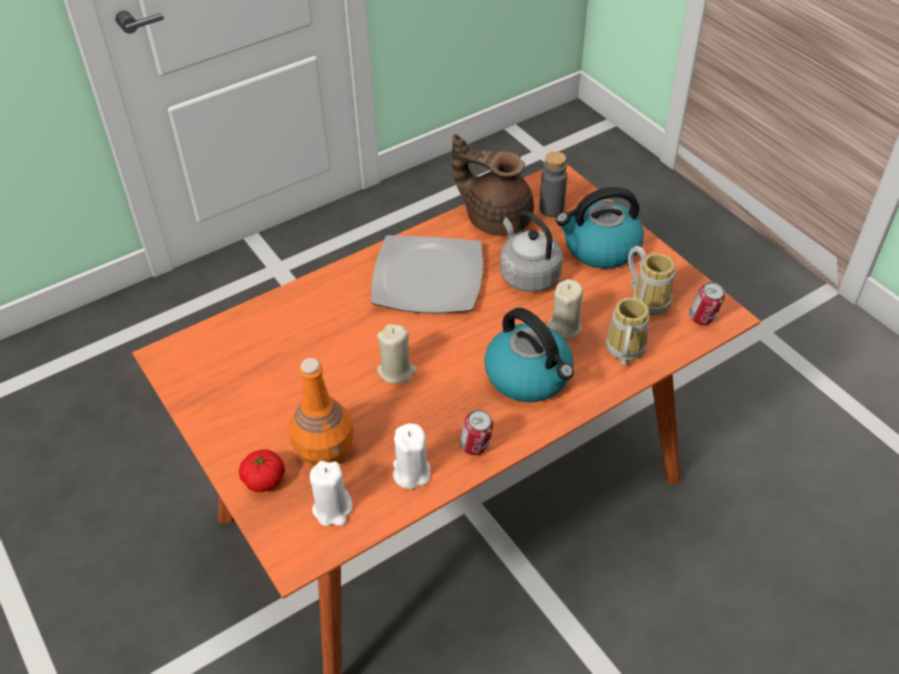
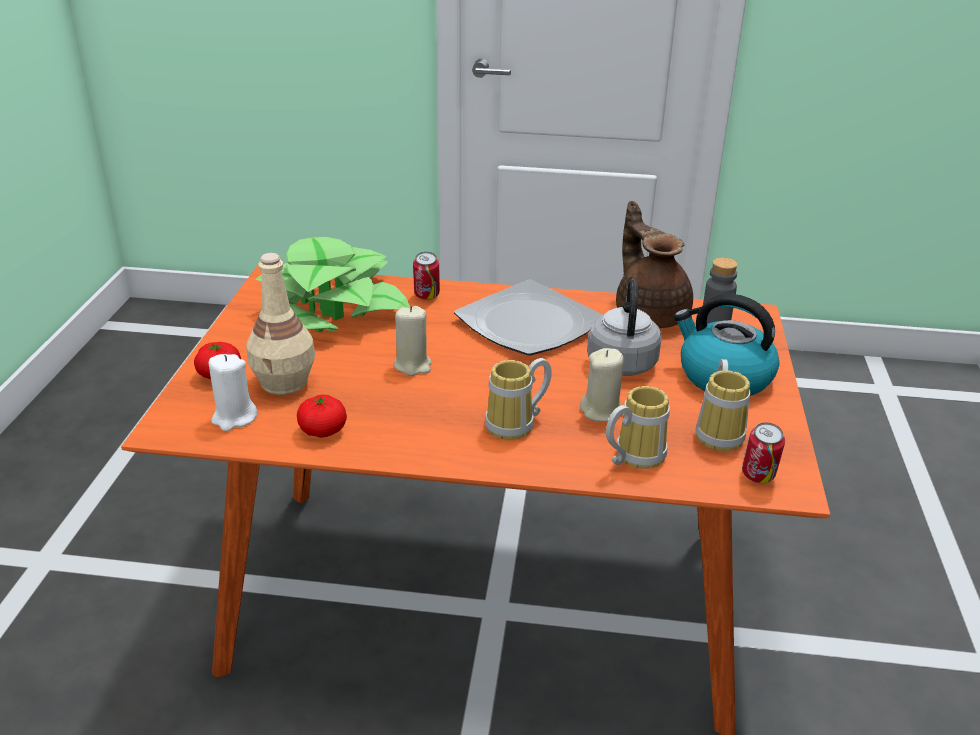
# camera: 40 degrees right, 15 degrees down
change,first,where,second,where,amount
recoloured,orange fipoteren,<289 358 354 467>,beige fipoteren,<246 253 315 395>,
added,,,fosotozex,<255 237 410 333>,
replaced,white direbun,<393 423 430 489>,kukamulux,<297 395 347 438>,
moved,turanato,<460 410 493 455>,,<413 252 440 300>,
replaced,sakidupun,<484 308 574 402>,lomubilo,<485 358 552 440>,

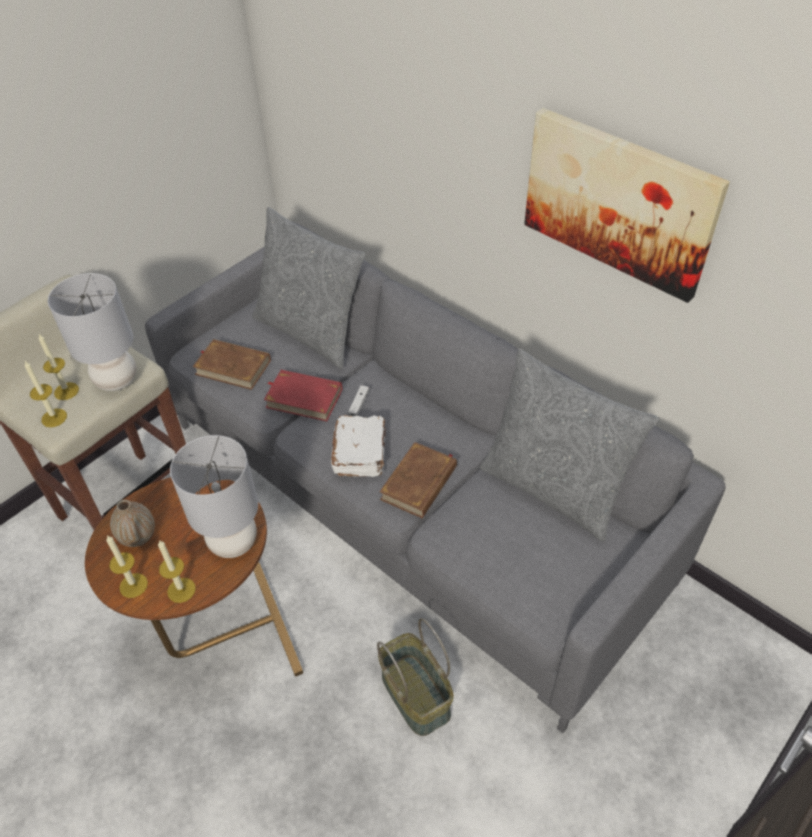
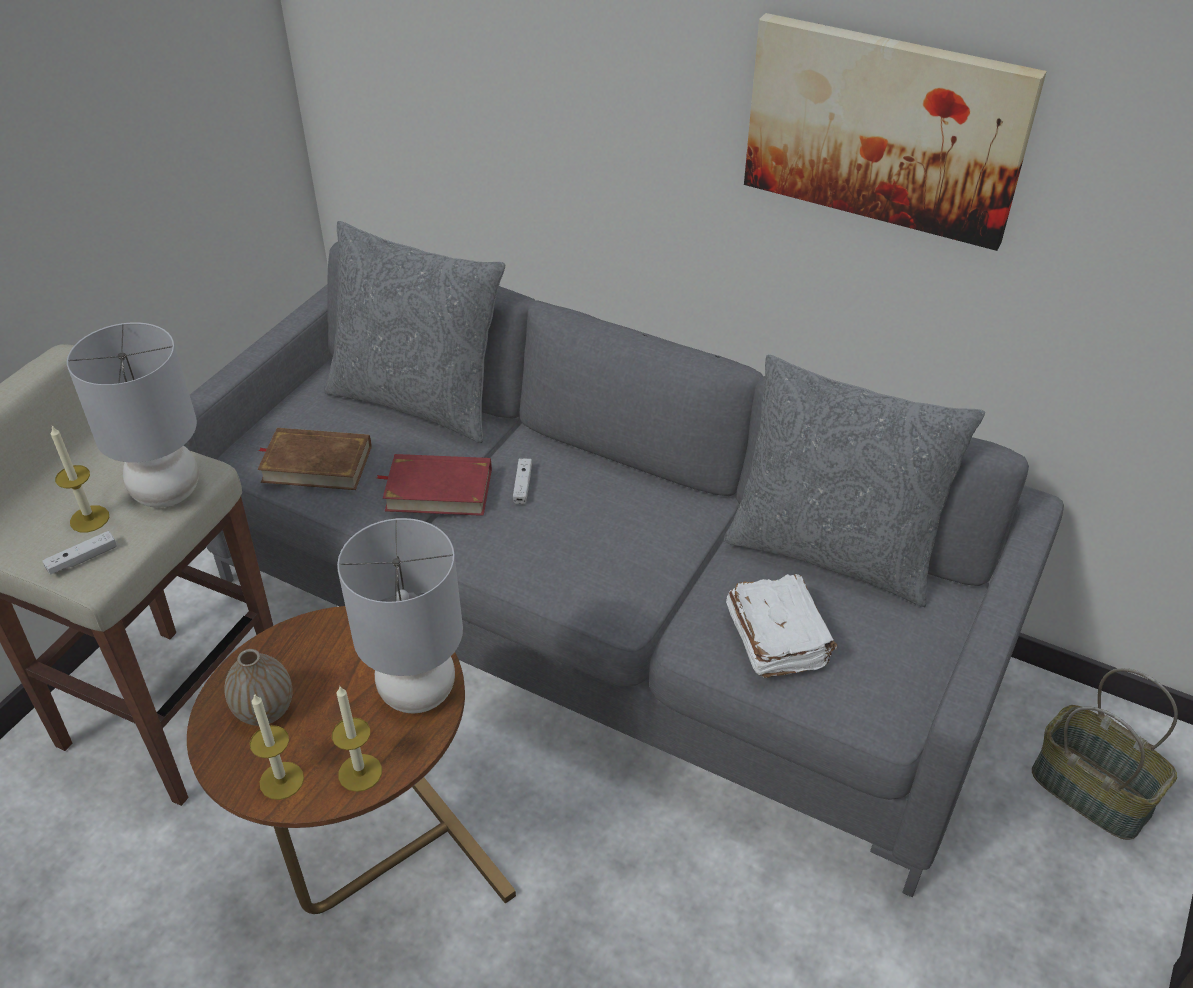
# camera: 15 degrees left, 5 degrees down
change,first,where,second,where,amount
replaced,direbun,<25 361 67 427>,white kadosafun,<42 531 117 575>,
moved,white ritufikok,<331 415 386 477>,,<726 574 837 678>,
moved,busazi,<377 618 454 736>,,<1032 668 1178 840>,
removed,brown ritufikok,<380 442 457 518>,,,

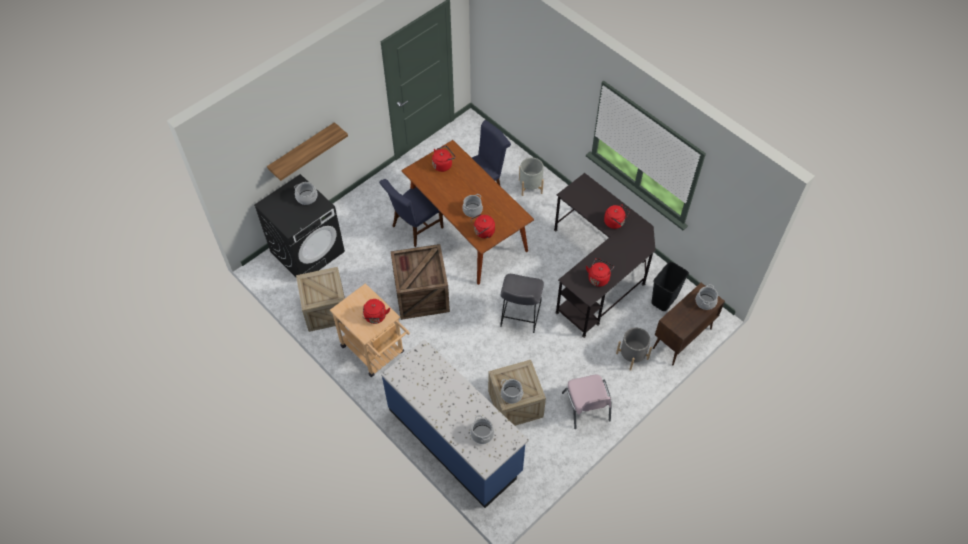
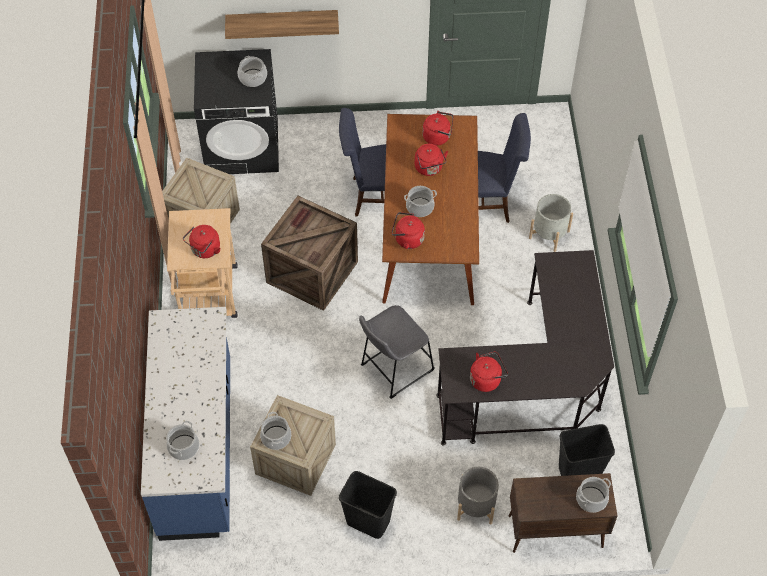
# camera: 40 degrees right, 0 degrees up
change,first,where,second,where,amount
replaced,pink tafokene,<562 375 612 429>,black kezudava,<339 471 397 539>,
moved,red sakidupun,<604 204 630 229>,,<415 144 448 176>,

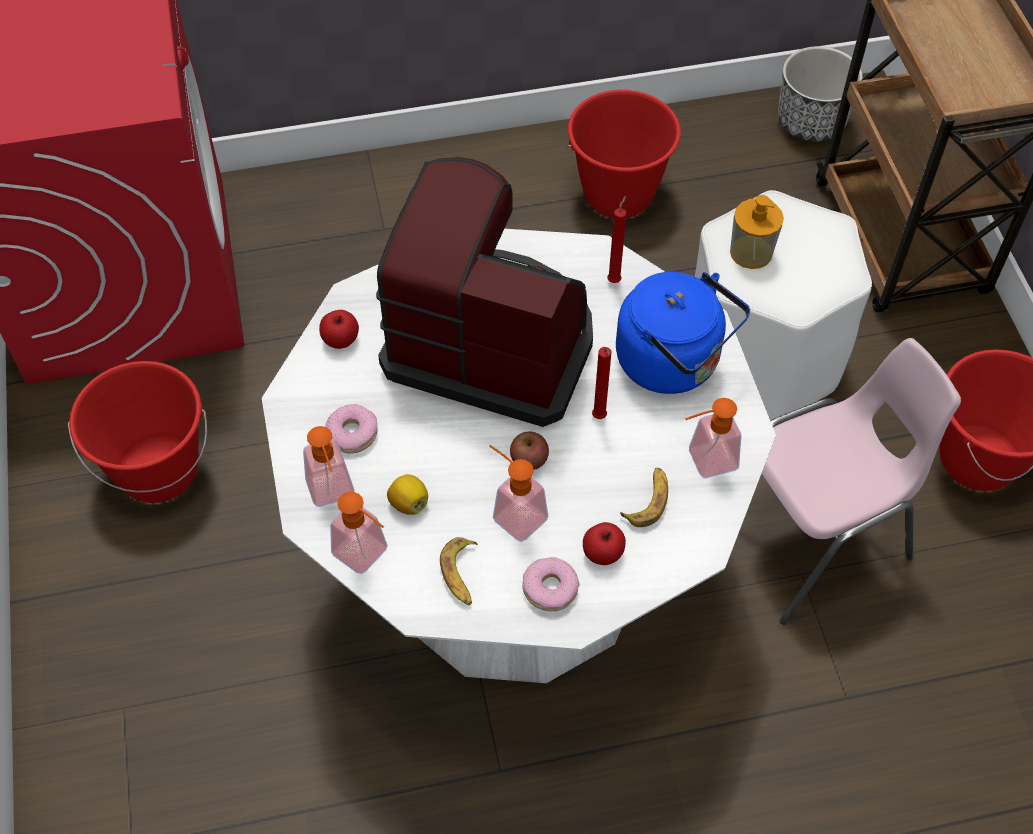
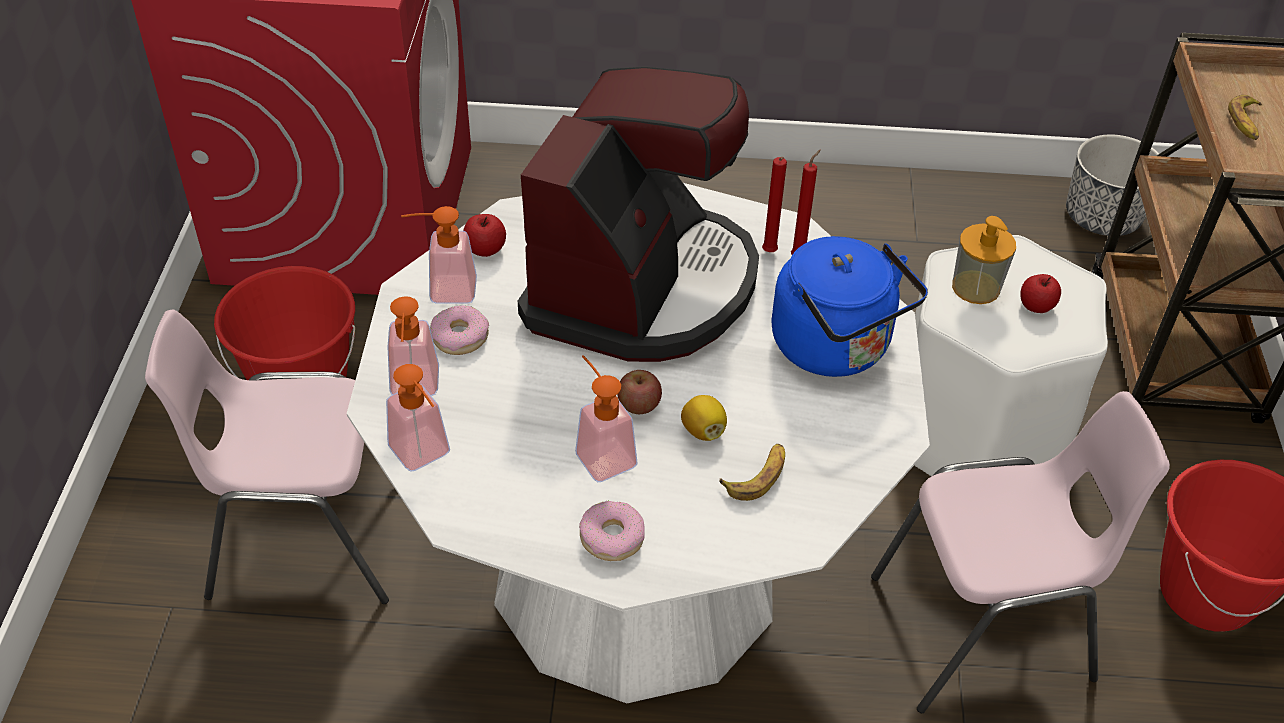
# camera: 15 degrees right, 10 degrees down
change,first,where,second,where,amount
added,,,pink tafokene,<145 309 389 604>,
moved,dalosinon,<685 398 741 478>,,<401 206 477 304>,
turned,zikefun,<376 157 593 427>,,<518 66 759 362>,75 degrees clockwise
moved,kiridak,<387 474 428 515>,,<681 395 727 441>,
moved,red direbun,<592 347 612 419>,,<762 157 787 252>,
moved,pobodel,<583 522 626 565>,,<1020 274 1061 313>,
moved,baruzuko,<440 537 478 605>,,<1228 95 1263 140>,
removed,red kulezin,<564 90 681 218>,,,

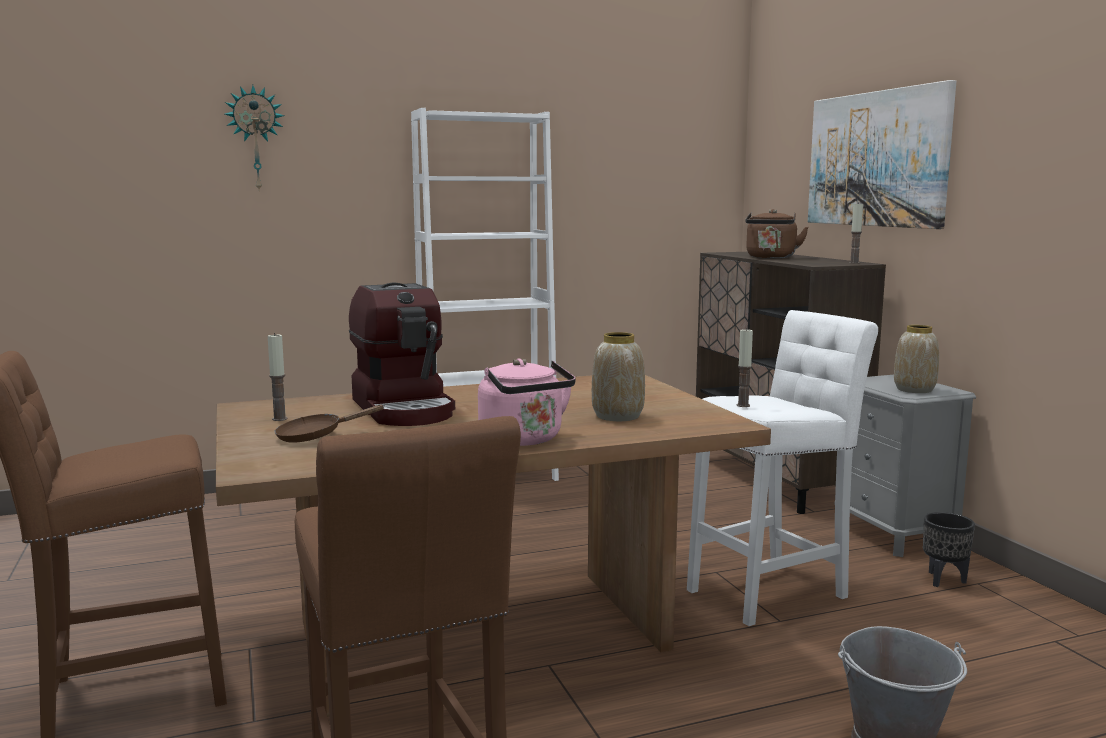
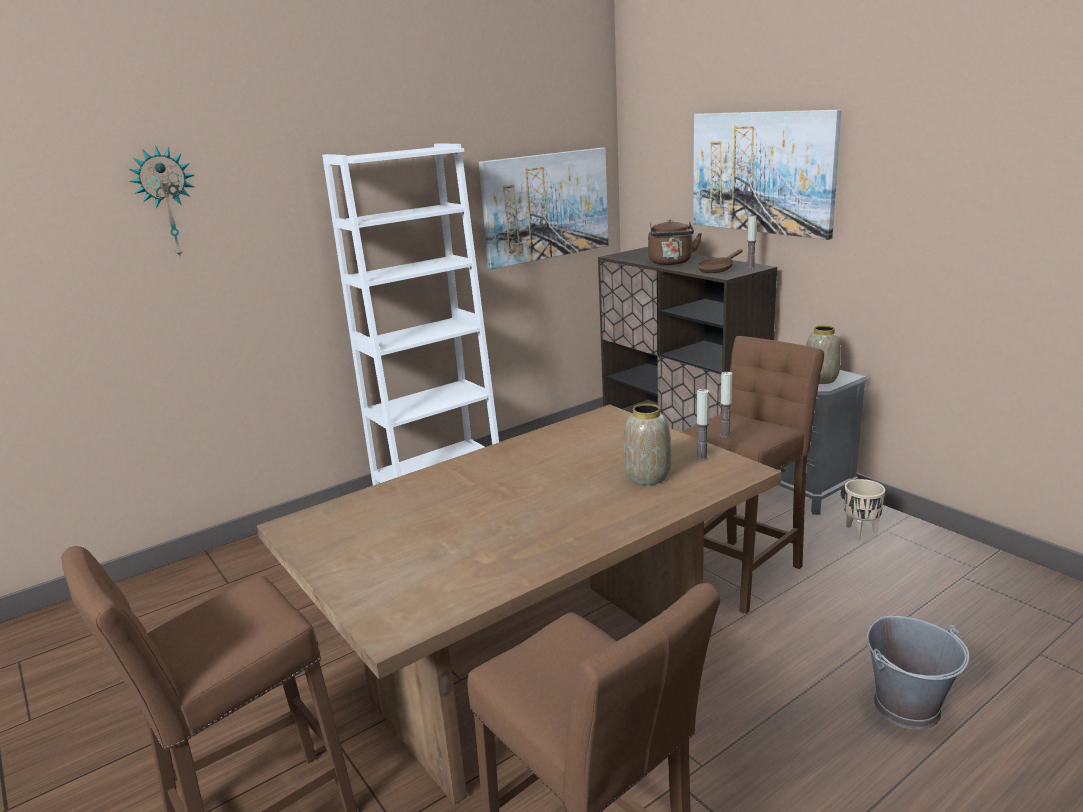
# camera: 15 degrees left, 10 degrees up
change,first,where,second,where,amount
added,,,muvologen,<479 148 608 269>,
recoloured,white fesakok,<687 310 878 626>,brown fesakok,<682 336 824 614>,
moved,direbun,<268 333 288 421>,,<696 389 709 461>,
moved,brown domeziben,<274 404 384 443>,,<697 249 742 273>,
recoloured,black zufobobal,<923 512 975 587>,beige zufobobal,<844 479 885 541>,
removed,zikefun,<349 283 455 426>,,,
removed,pink sakidupun,<478 358 576 446>,,,

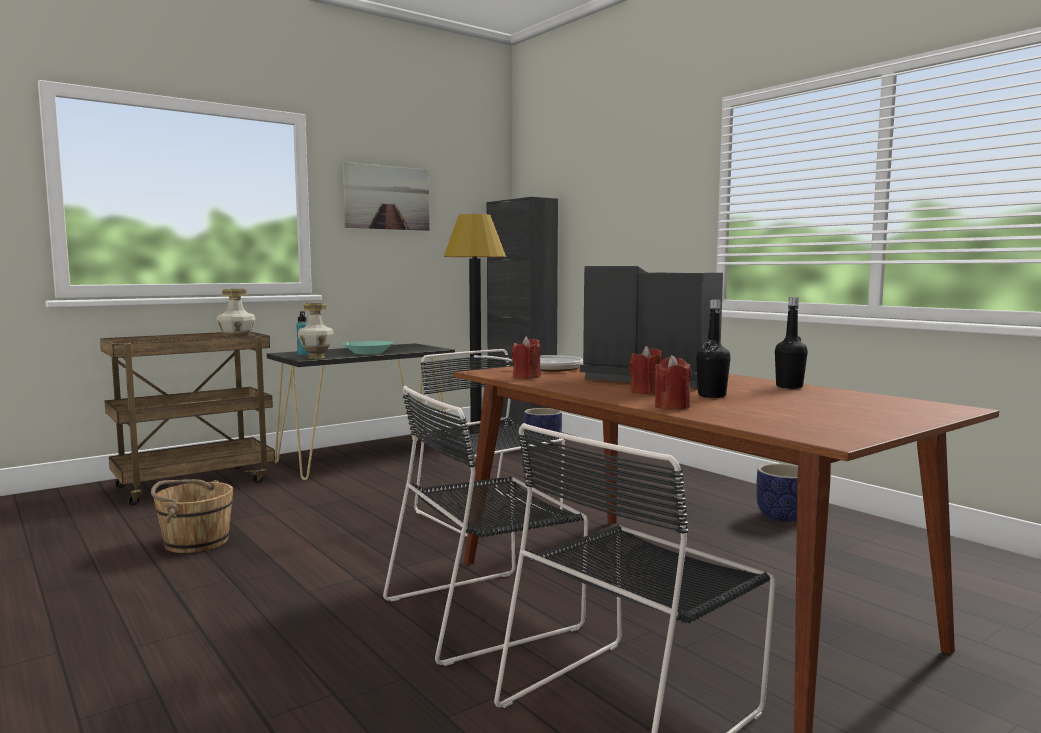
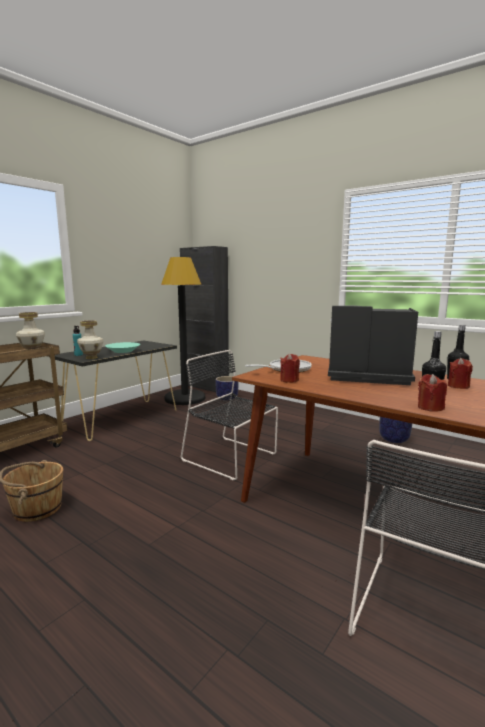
# camera: 15 degrees left, 5 degrees up
change,first,where,second,where,amount
moved,red direbun,<629 346 663 395>,,<448 358 473 389>,
removed,muvologen,<343 162 429 231>,,,
removed,black tafokene,<383 386 588 666>,,,

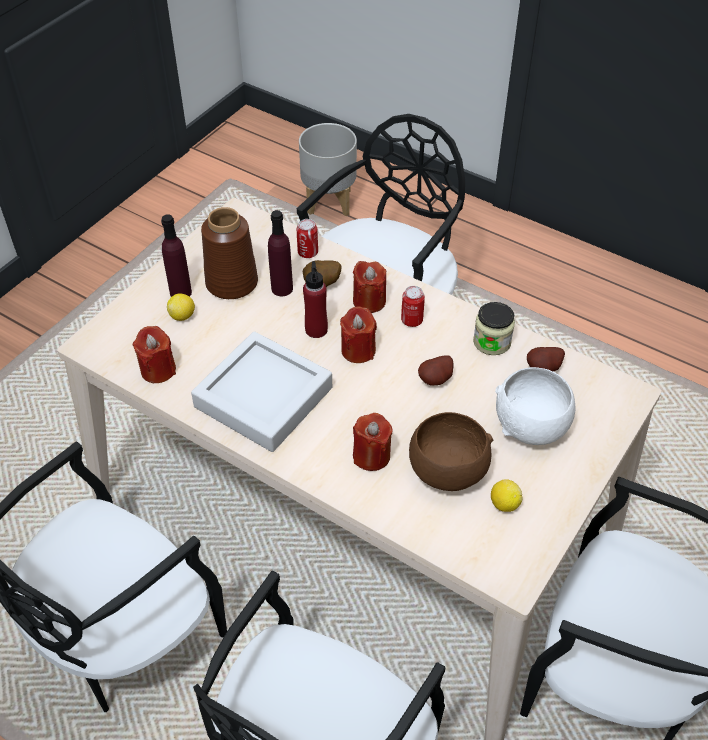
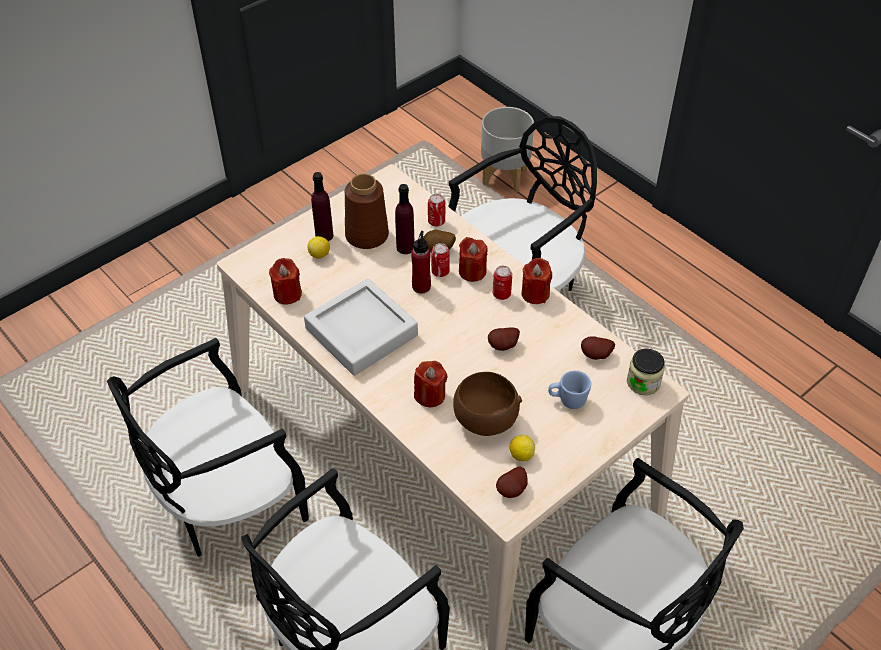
# camera: 15 degrees right, 0 degrees up
change,first,where,second,where,amount
added,,,turanato,<431 243 450 277>,
added,,,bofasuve,<496 467 528 498>,
moved,red direbun,<340 306 377 363>,,<521 258 552 304>,
replaced,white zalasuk,<495 367 576 445>,blue lomubilo,<548 370 591 409>,
moved,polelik,<473 302 515 355>,,<627 349 665 395>,

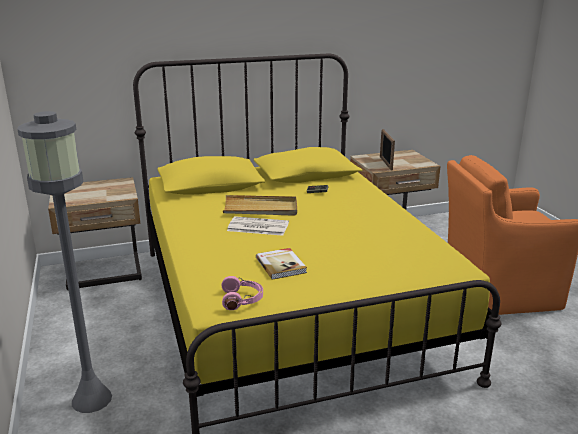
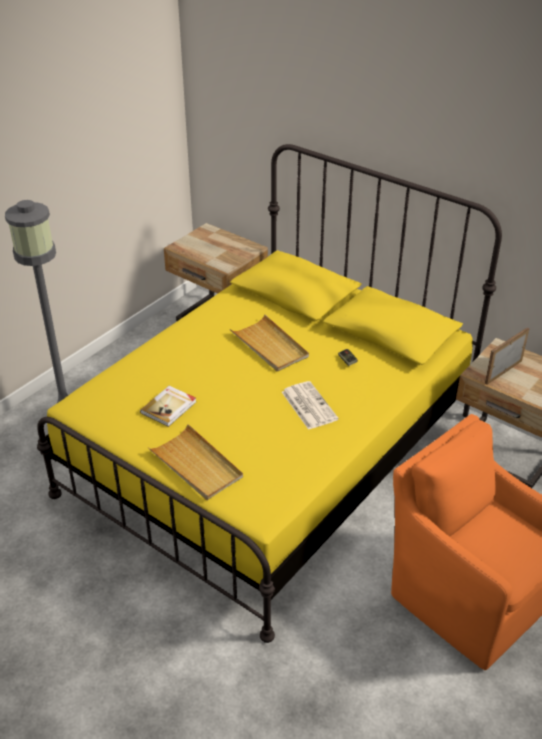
# camera: 55 degrees right, 15 degrees up
change,first,where,second,where,amount
added,,,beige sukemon,<148 424 243 500>,
moved,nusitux,<227 216 289 236>,,<282 381 339 430>,
removed,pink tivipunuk,<221 276 263 310>,,,

